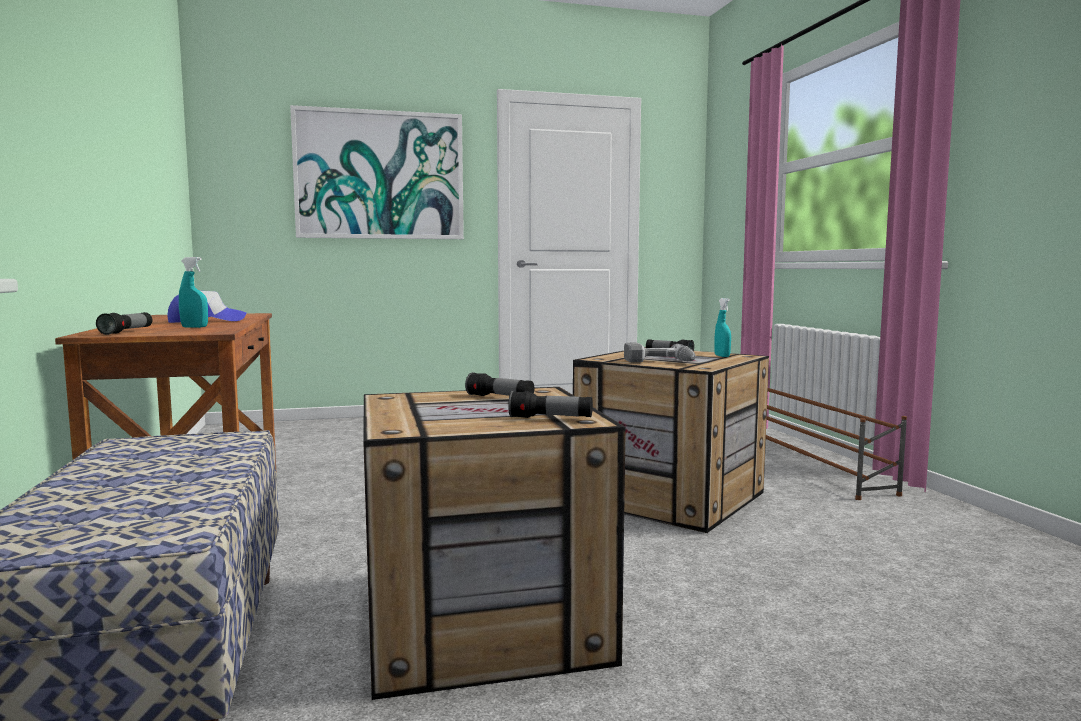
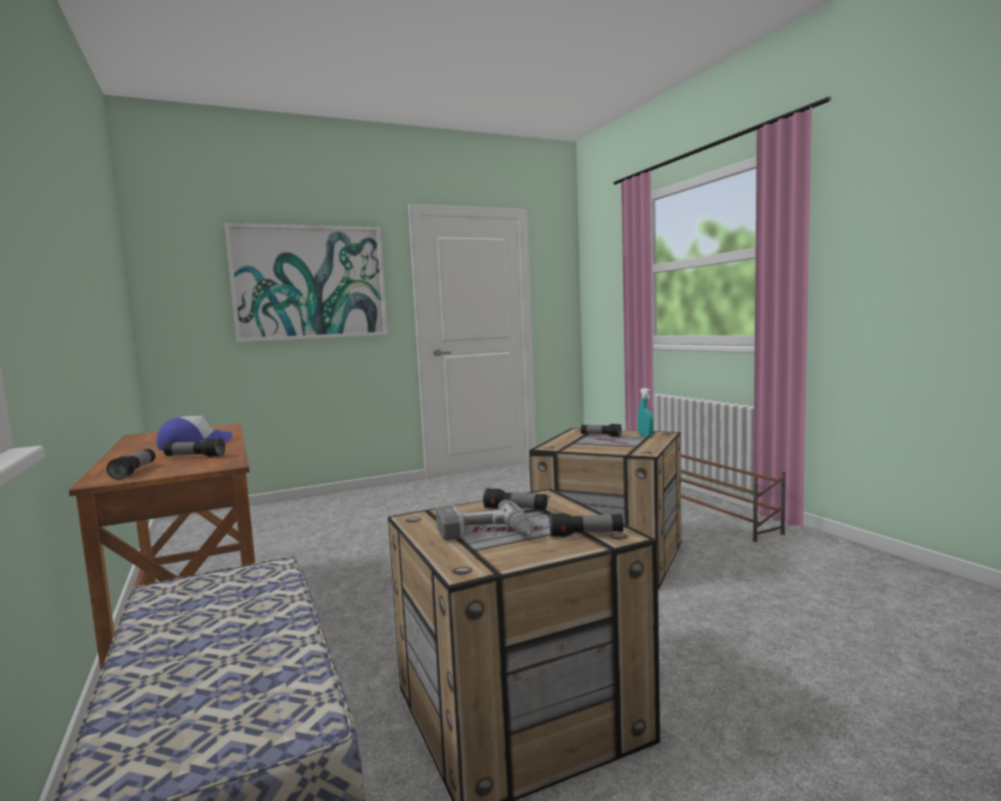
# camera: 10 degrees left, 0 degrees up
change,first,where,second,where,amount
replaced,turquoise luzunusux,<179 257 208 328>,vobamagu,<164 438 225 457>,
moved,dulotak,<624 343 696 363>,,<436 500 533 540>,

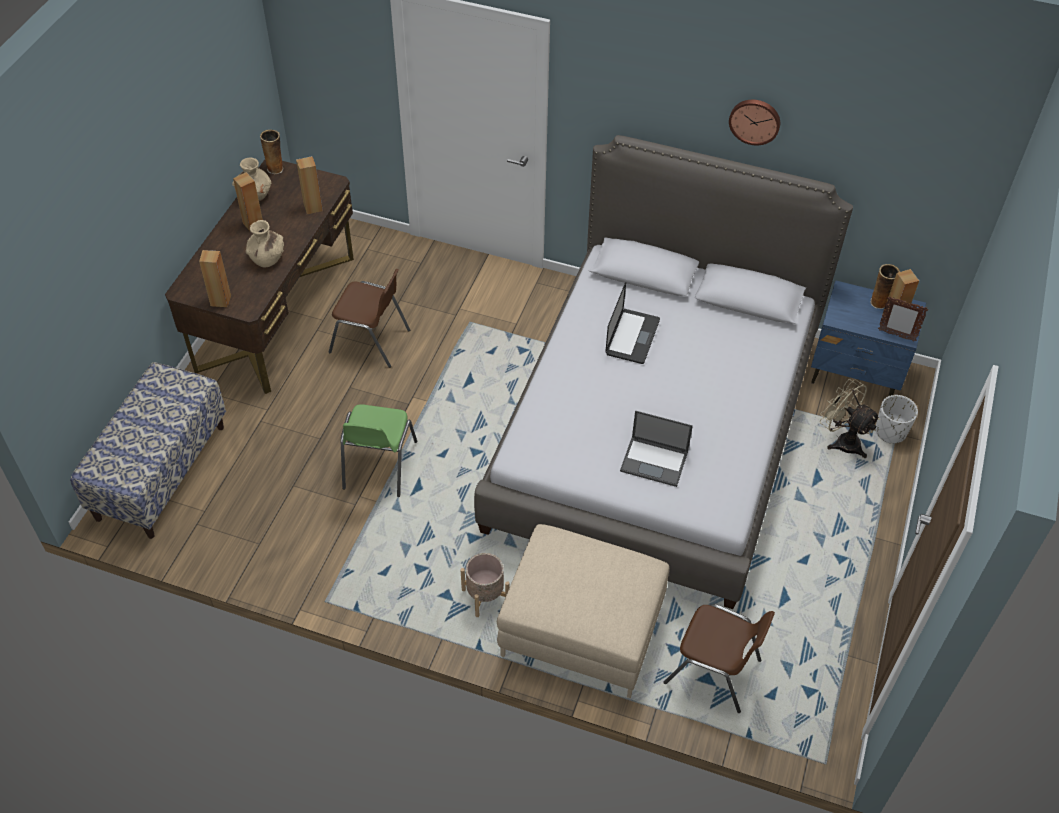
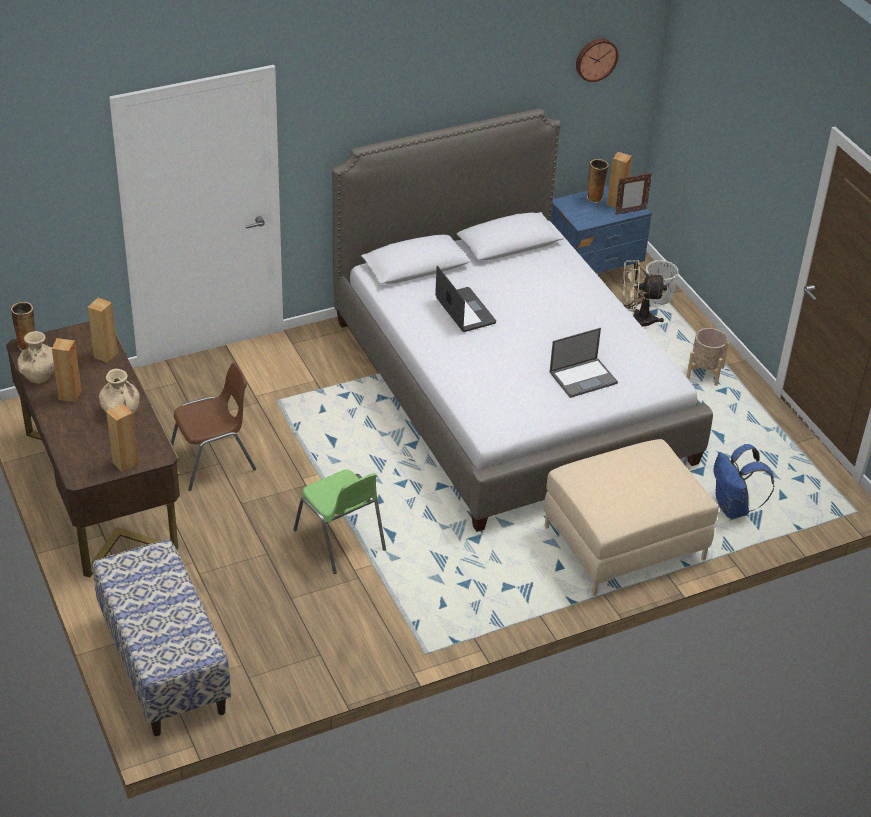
# camera: 45 degrees left, 10 degrees down
change,first,where,second,where,amount
moved,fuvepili,<729 100 780 145>,,<576 39 618 82>,
moved,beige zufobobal,<461 553 509 617>,,<686 328 729 386>,
replaced,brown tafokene,<663 604 775 713>,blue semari,<713 444 774 518>,

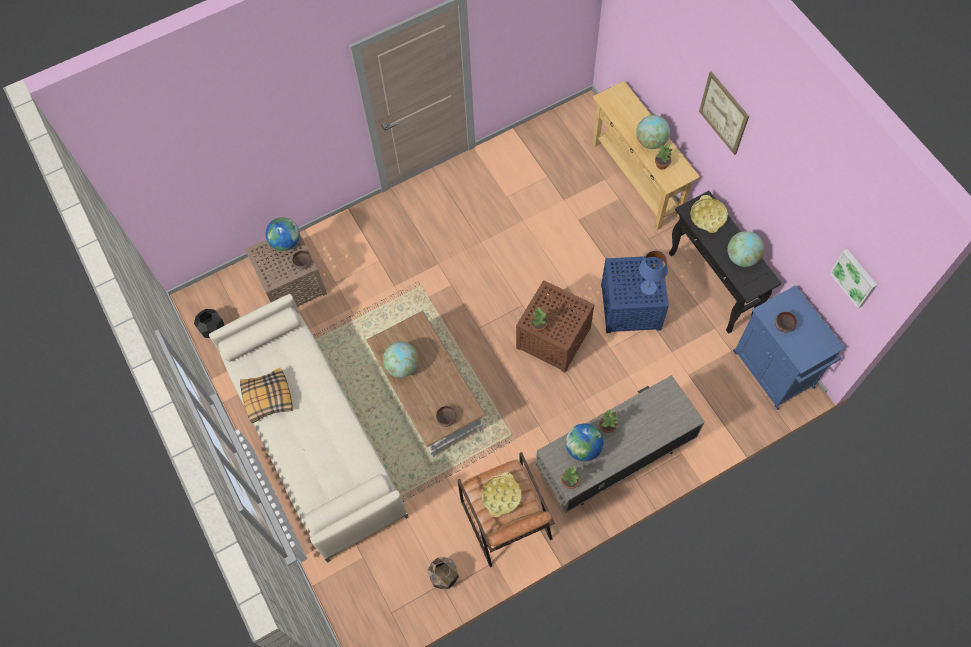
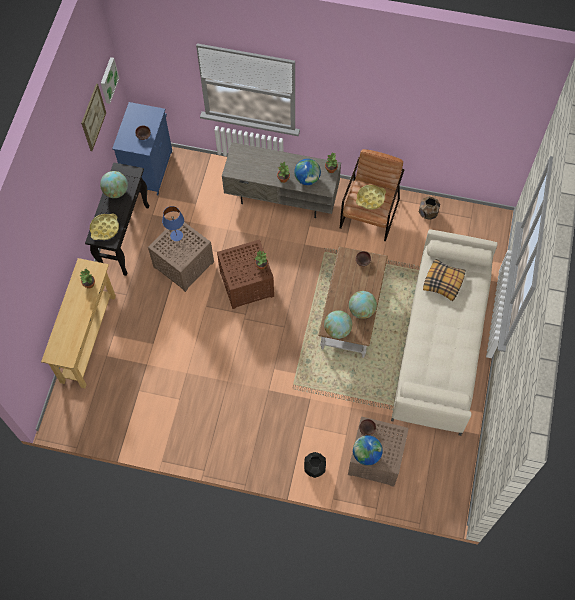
# camera: 140 degrees left, 0 degrees up
change,first,where,second,where,amount
moved,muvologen,<699 71 749 155>,,<81 84 106 151>,
recoloured,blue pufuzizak,<601 256 669 333>,brown pufuzizak,<148 217 214 292>,
moved,black zufobobal,<194 309 224 338>,,<304 452 326 478>,
moved,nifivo,<636 115 670 149>,,<324 310 352 339>,
moved,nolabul,<240 368 293 423>,,<423 259 465 301>,

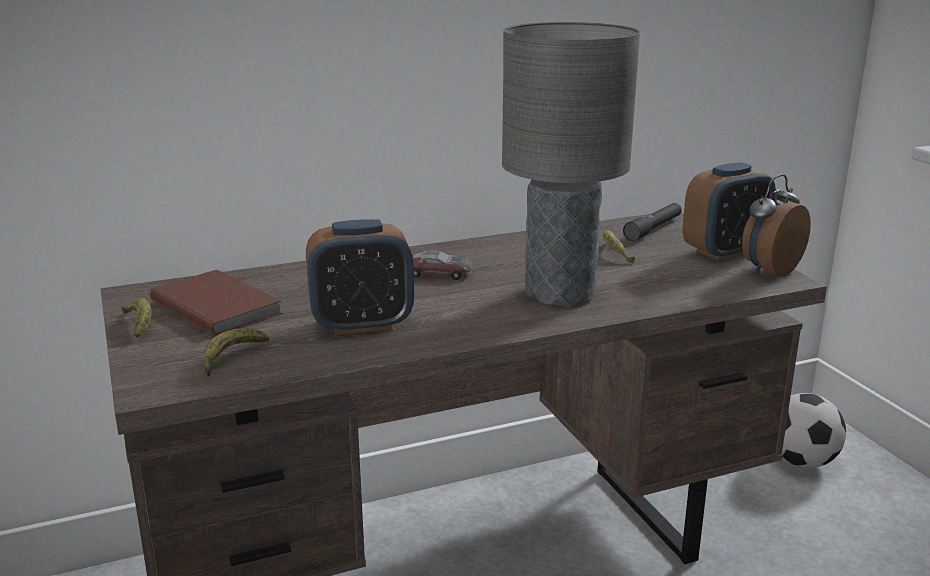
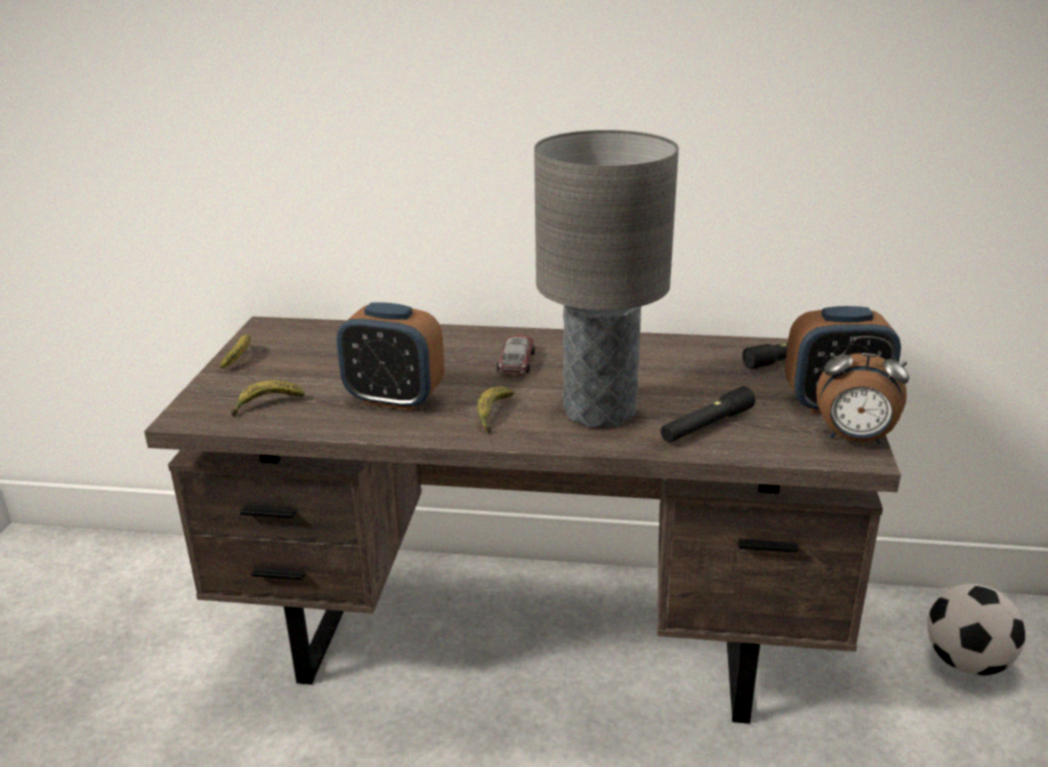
# camera: 30 degrees right, 5 degrees up
change,first,where,second,where,amount
moved,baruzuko,<603 230 635 263>,,<477 387 514 434>,
turned,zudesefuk,<412 251 473 280>,,<497 335 535 375>,60 degrees clockwise
added,,,black vobamagu,<661 386 755 443>,
turned,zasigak,<742 174 811 277>,,<817 336 909 444>,150 degrees counterclockwise
removed,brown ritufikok,<150 270 282 336>,,,

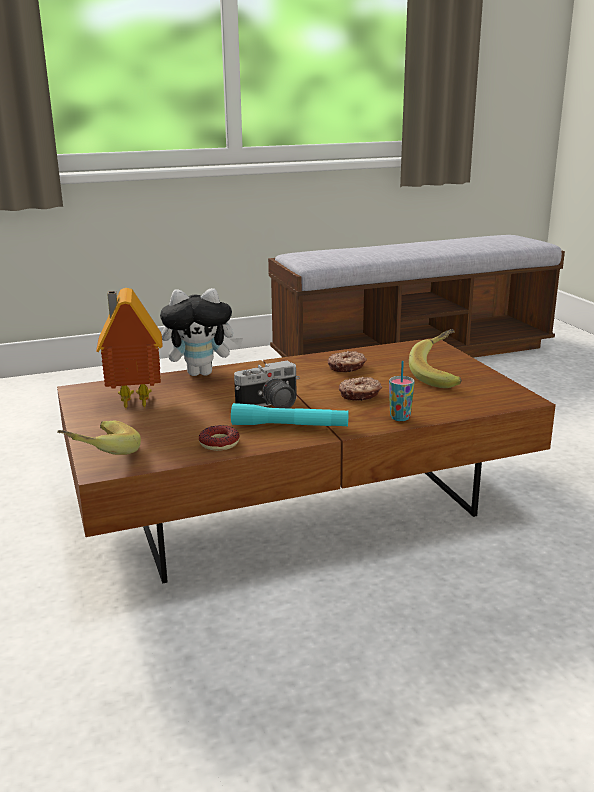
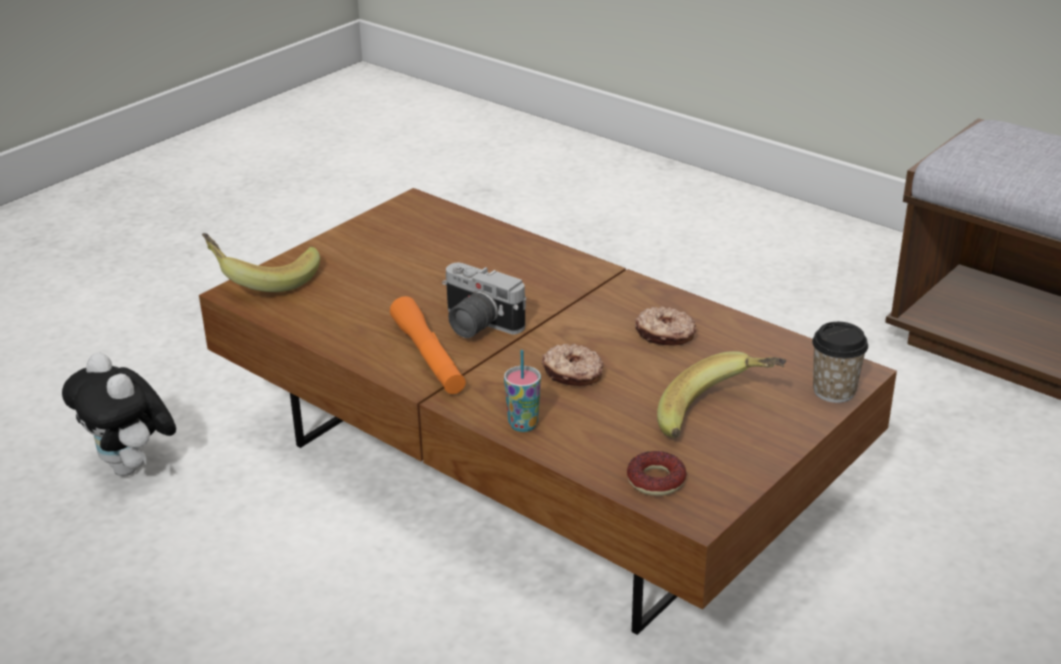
# camera: 60 degrees right, 10 degrees up
change,first,where,second,where,amount
moved,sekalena,<160 288 243 376>,,<62 352 176 476>,
recoloured,turquoise vobamagu,<231 403 348 427>,orange vobamagu,<390 296 466 394>,
moved,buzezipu,<199 425 240 451>,,<627 451 686 496>,
added,,,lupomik,<812 322 868 403>,
removed,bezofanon,<96 288 163 409>,,,

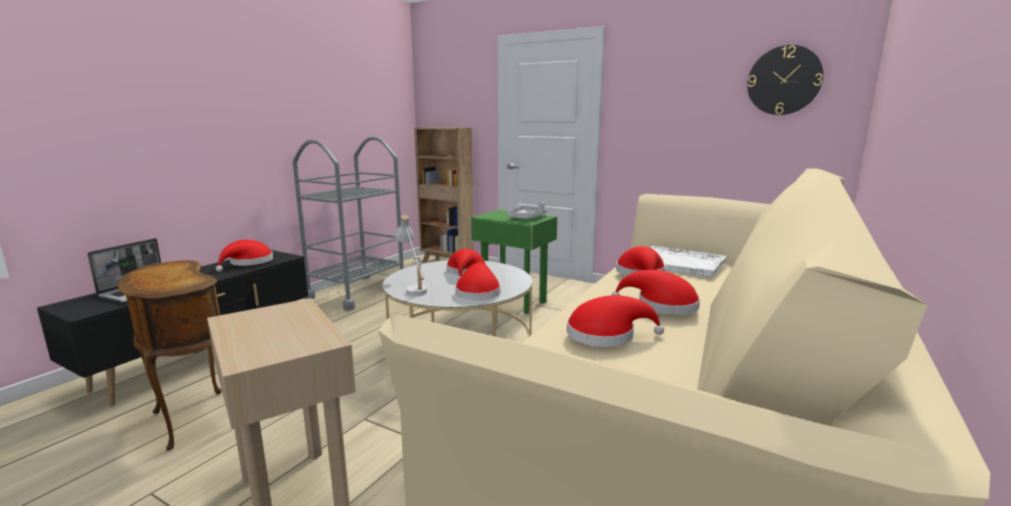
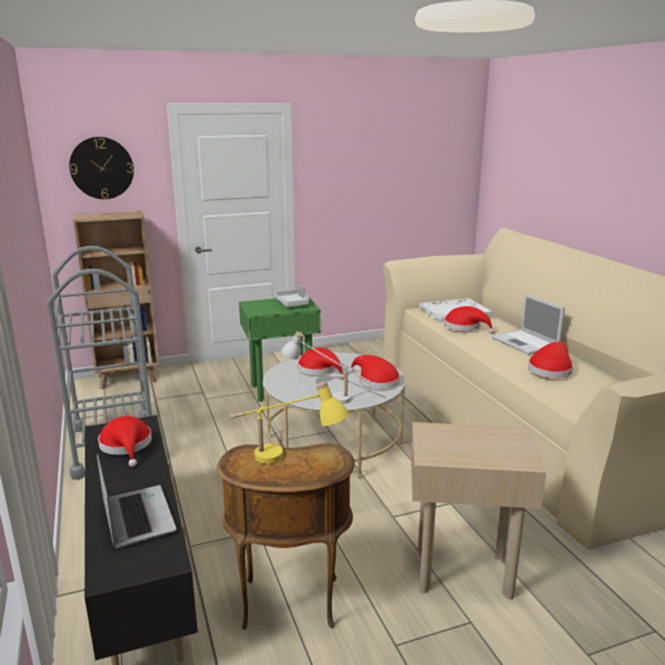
# camera: 50 degrees left, 5 degrees up
change,first,where,second,where,amount
moved,fuvepili,<747 45 823 115>,,<69 137 134 199>,
added,,,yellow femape,<230 381 349 464>,
replaced,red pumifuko,<612 270 700 315>,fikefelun,<492 294 565 355>,

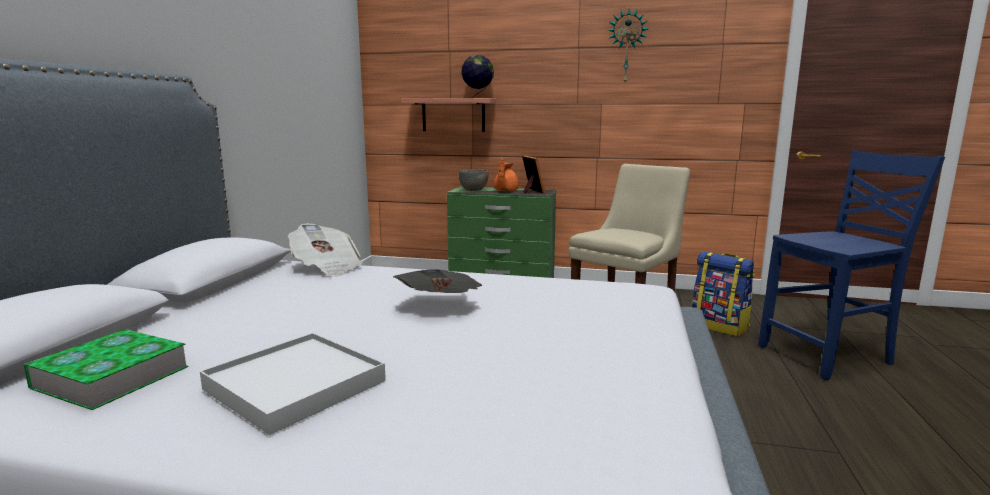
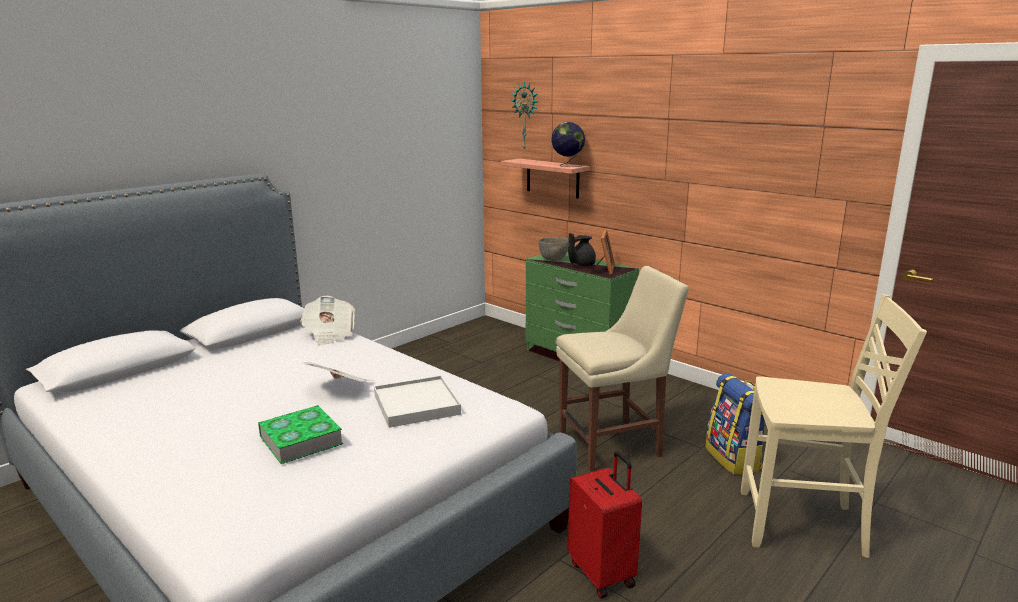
# camera: 30 degrees right, 5 degrees up
change,first,where,second,where,amount
moved,ritufikok,<23 329 189 410>,,<258 405 343 464>,
moved,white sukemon,<200 333 386 435>,,<374 376 461 428>,
moved,fuvepili,<608 8 648 83>,,<511 81 539 151>,
recoloured,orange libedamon,<493 158 519 191>,black libedamon,<568 233 596 266>,
added,,,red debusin,<568 451 642 599>,
recoloured,blue tafokene,<758 150 945 380>,beige tafokene,<741 294 927 558>,

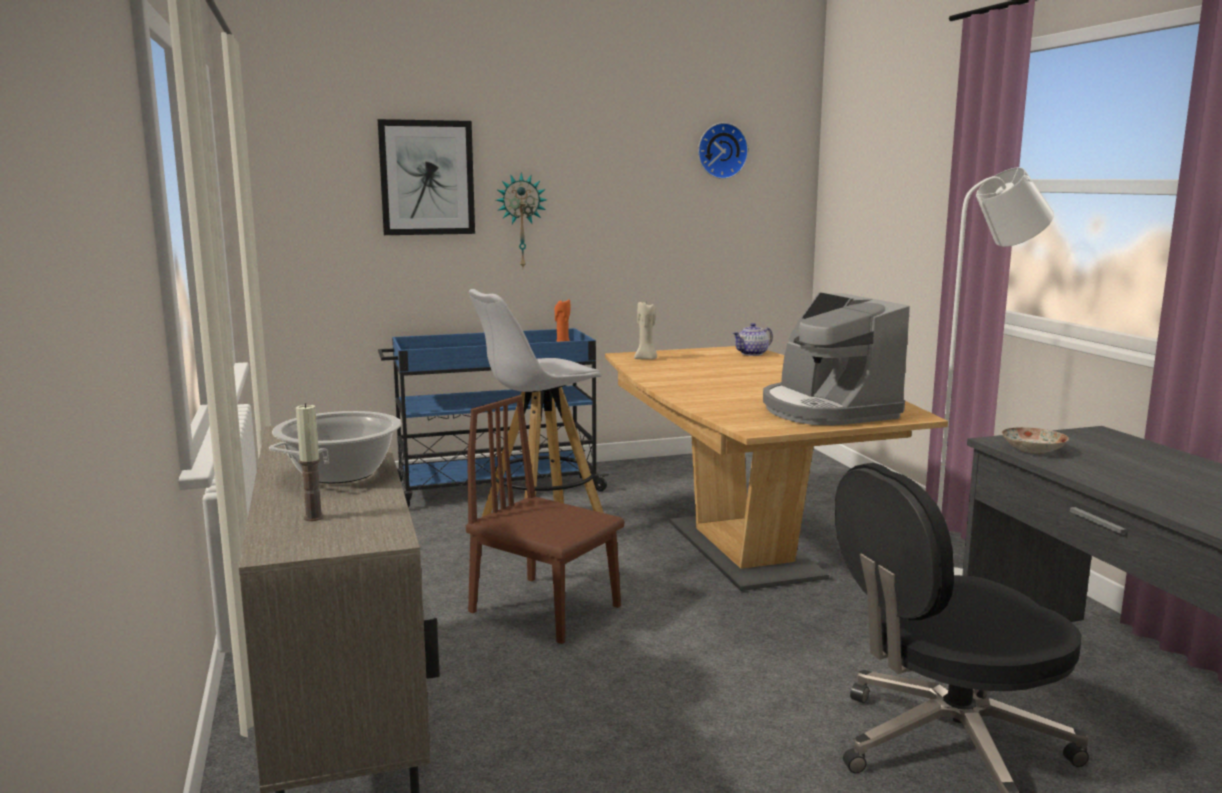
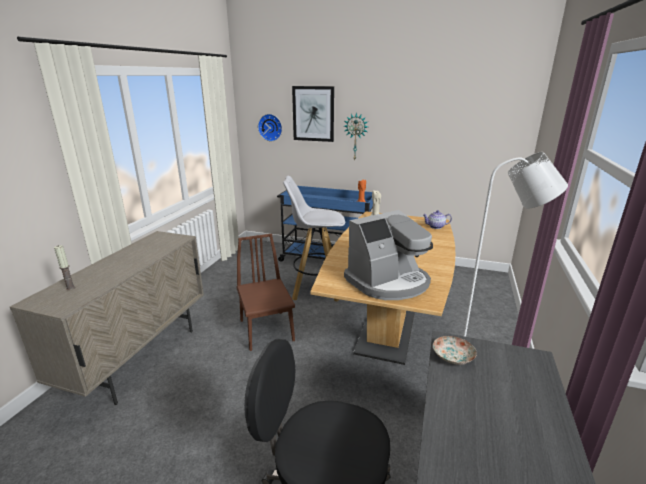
# camera: 35 degrees right, 10 degrees up
change,first,where,second,where,amount
moved,fuvepili,<698 123 749 179>,,<258 114 282 141>,
turned,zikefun,<763 292 910 425>,,<344 210 433 300>,135 degrees counterclockwise
removed,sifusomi,<269 411 401 483>,,,

